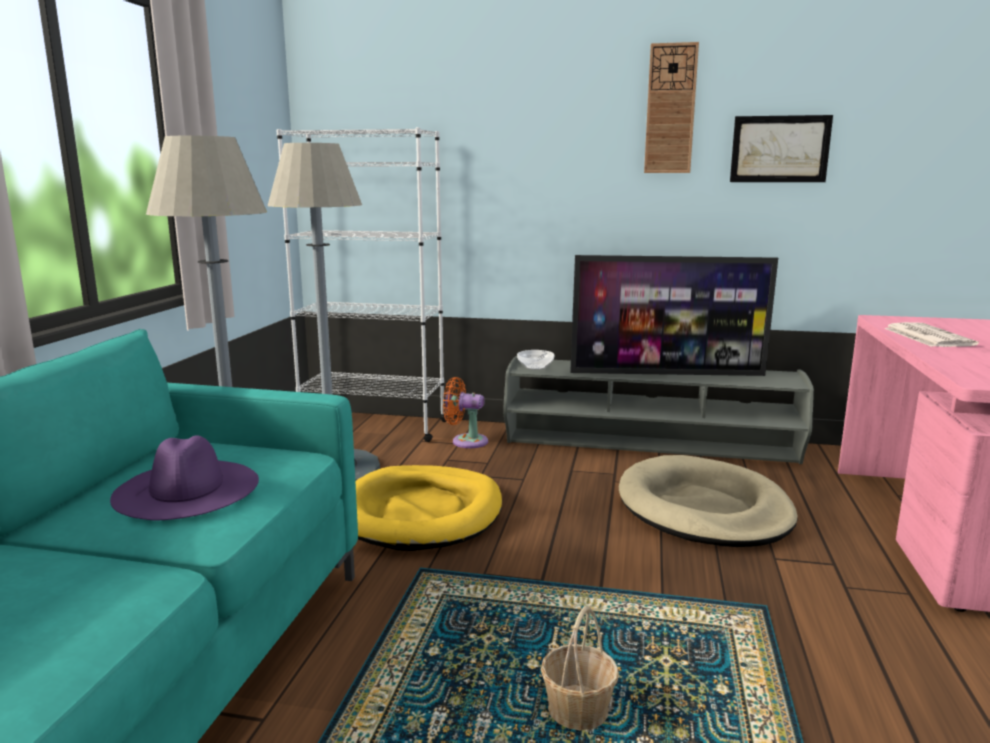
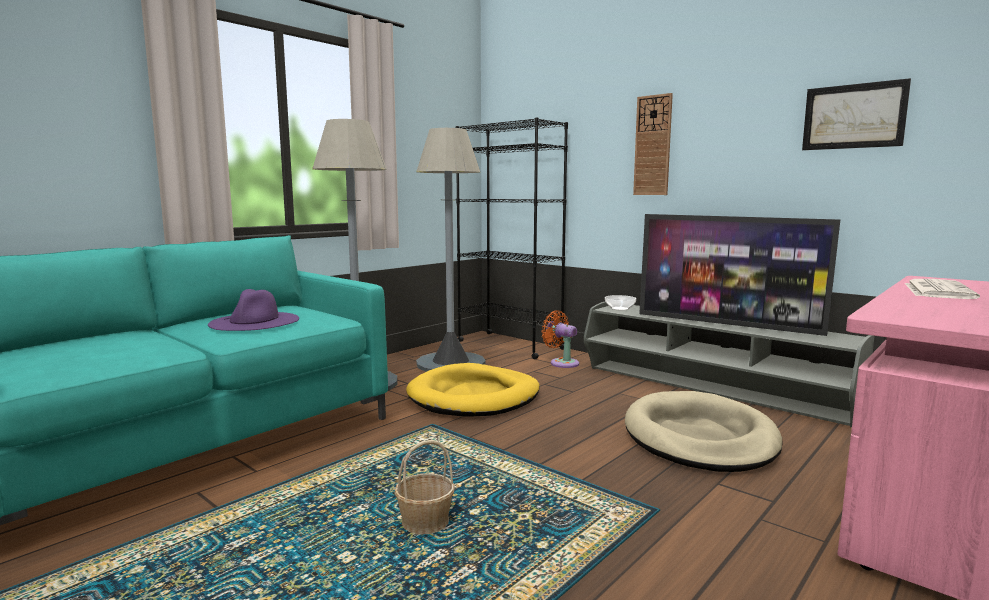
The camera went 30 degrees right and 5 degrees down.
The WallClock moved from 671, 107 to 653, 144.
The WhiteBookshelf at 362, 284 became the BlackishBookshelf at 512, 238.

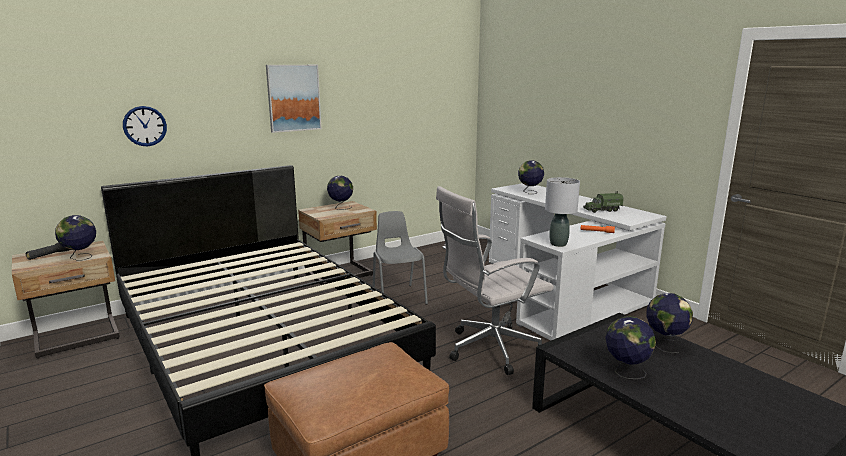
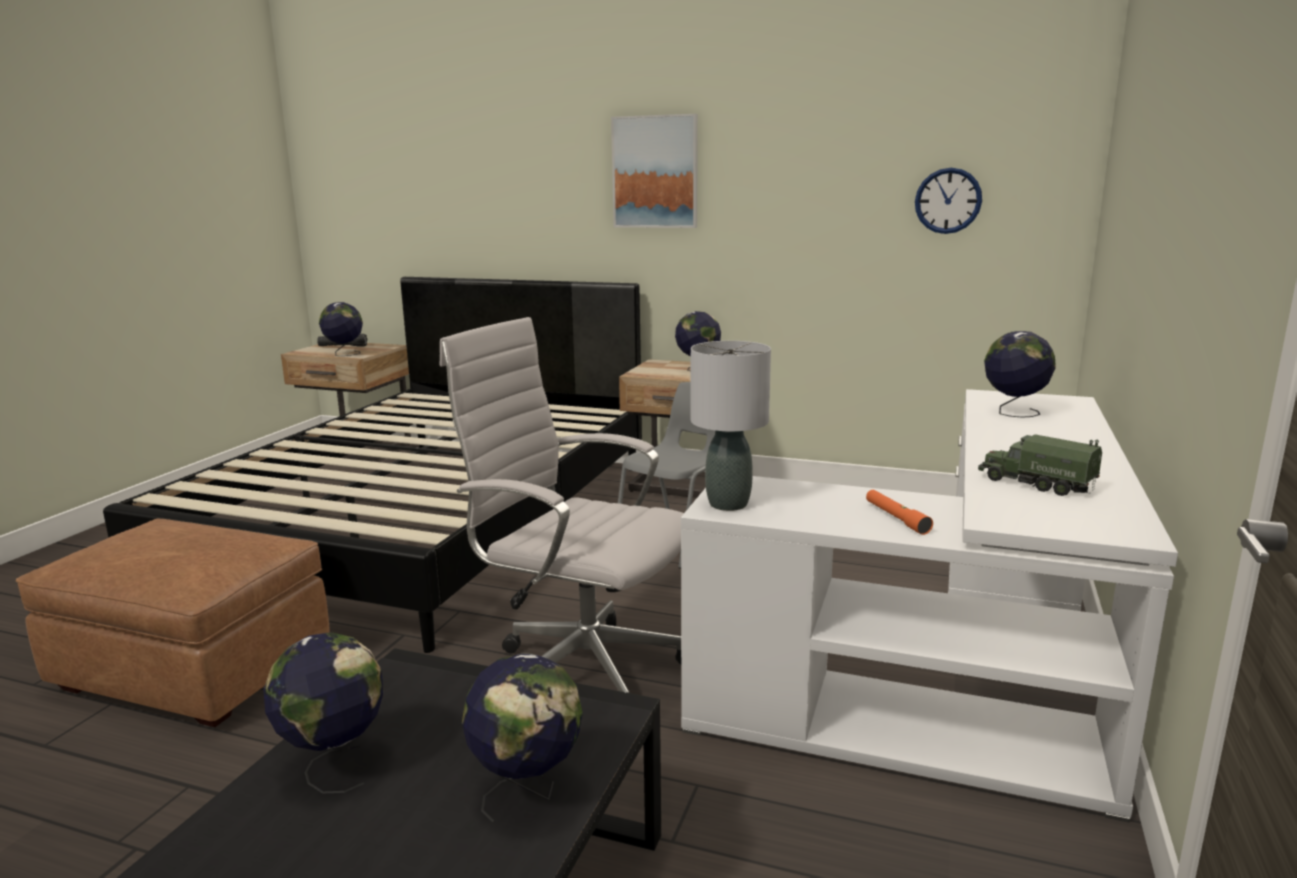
The camera went 55 degrees right and 0 degrees up.
The WallClock moved from 145, 126 to 948, 201.

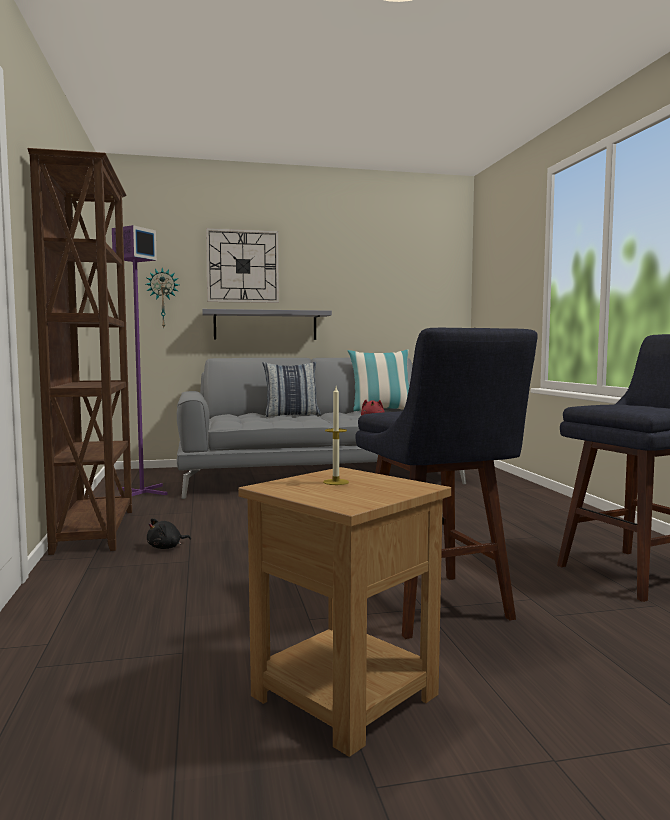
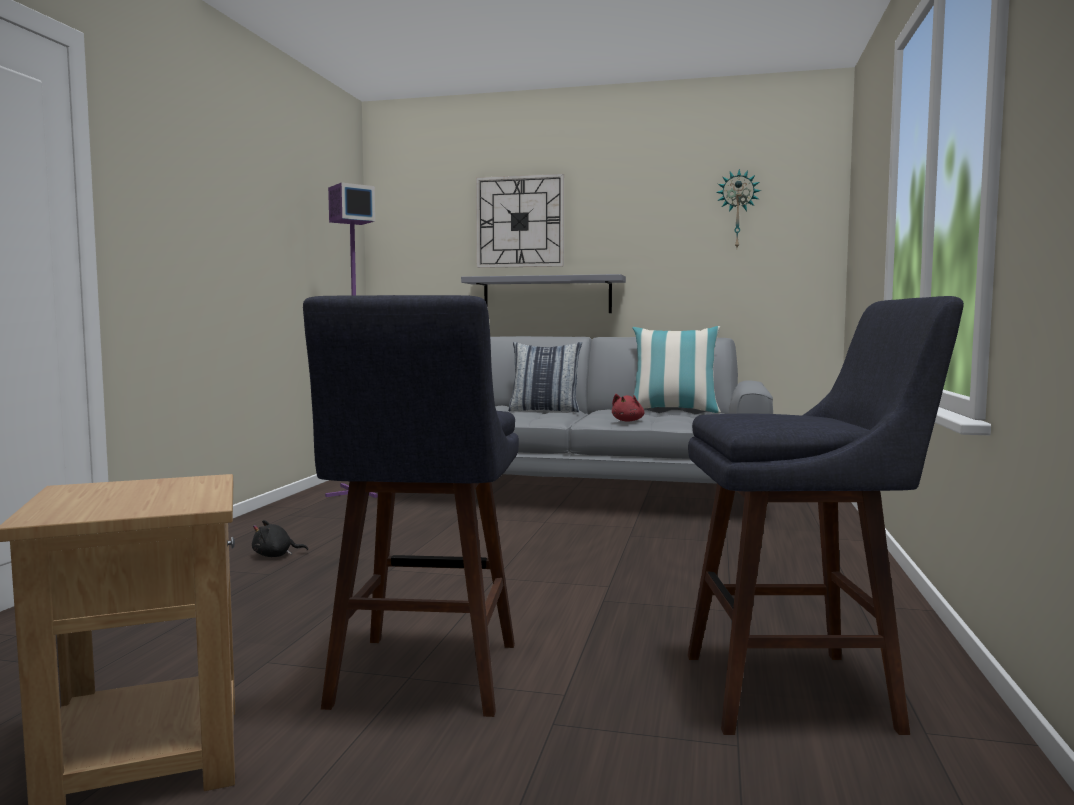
The camera went 25 degrees right and 0 degrees up.
The BrownishBookshelf at 80, 351 disappeared.
The WaxCandle at 336, 436 disappeared.
The WallClock moved from 162, 298 to 738, 208.

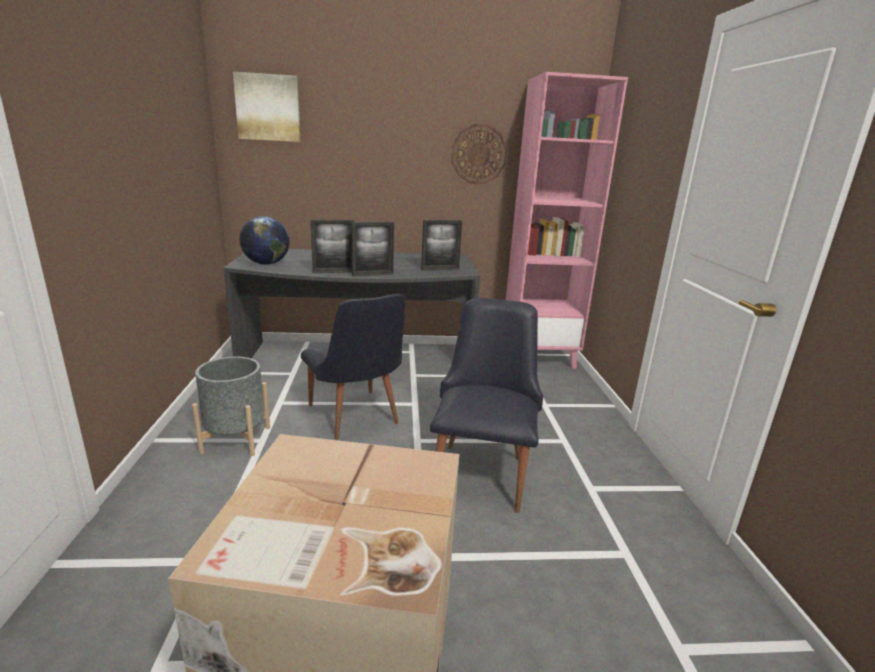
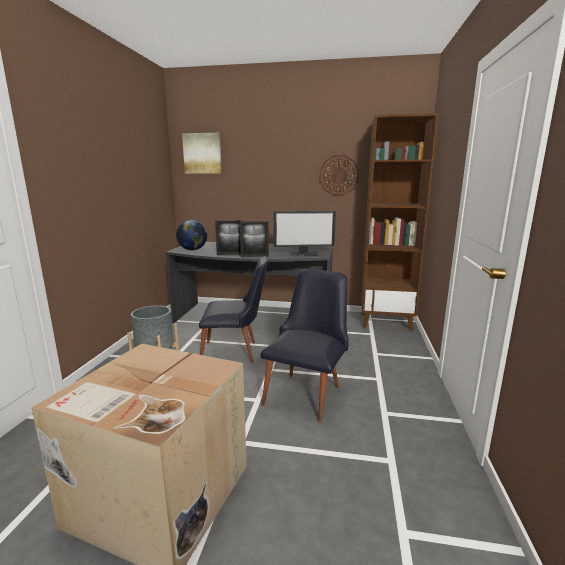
The camera went 15 degrees right and 5 degrees down.
The StandingFrame at 441, 245 was replaced by the Monitor at 304, 233.
The PinkColouredBookshelf at 567, 220 became the BrownishBookshelf at 400, 222.
The BlackishPlainChair at 353, 367 turned 75 degrees counterclockwise.

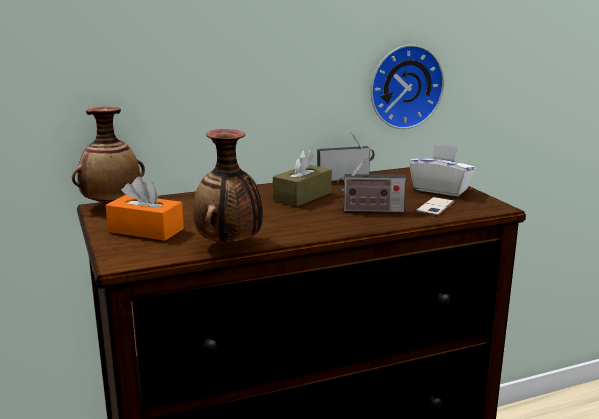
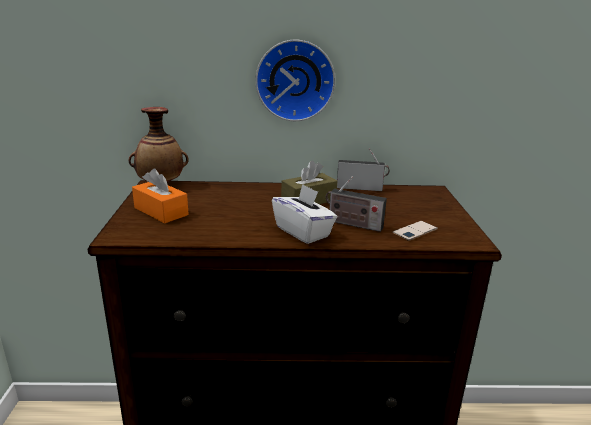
The camera went 20 degrees right and 5 degrees up.
The FlowerVase at 228, 187 disappeared.
The WallClock moved from 407, 87 to 295, 80.
The WhiteBoxOfTissues moved from 442, 169 to 304, 214.

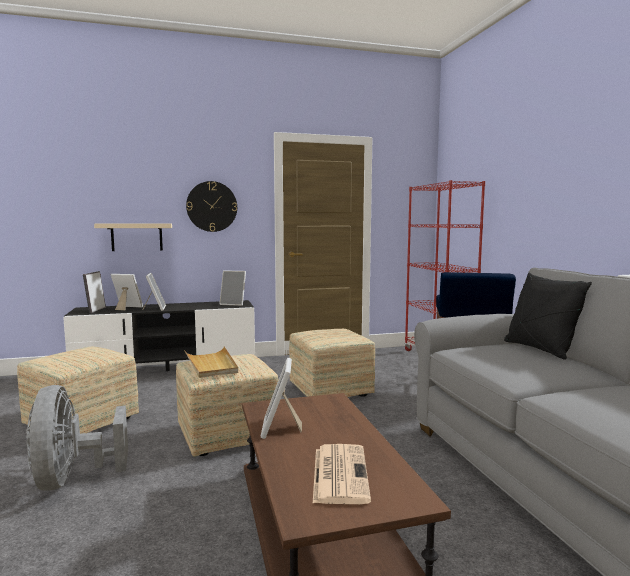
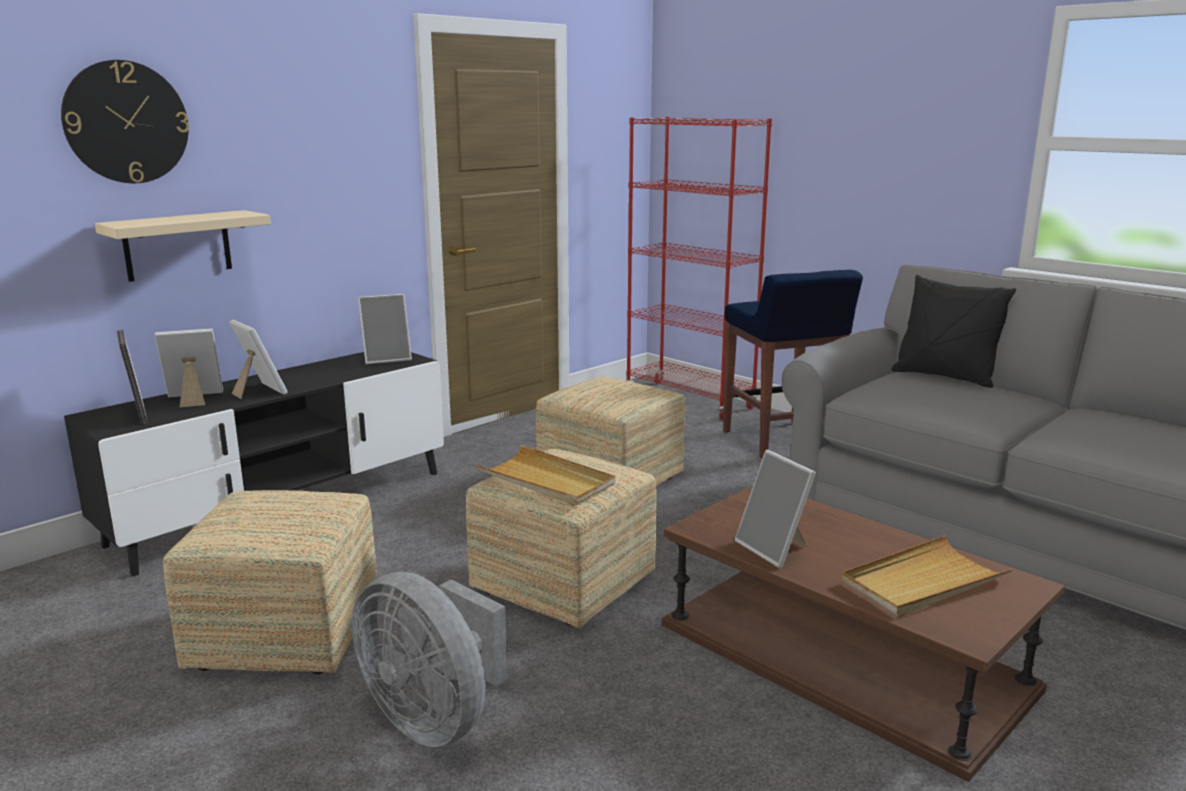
The camera went 30 degrees left and 10 degrees up.
The WallClock moved from 211, 206 to 125, 121.
The Newspaper at 342, 474 was replaced by the SandColouredTray at 927, 576.

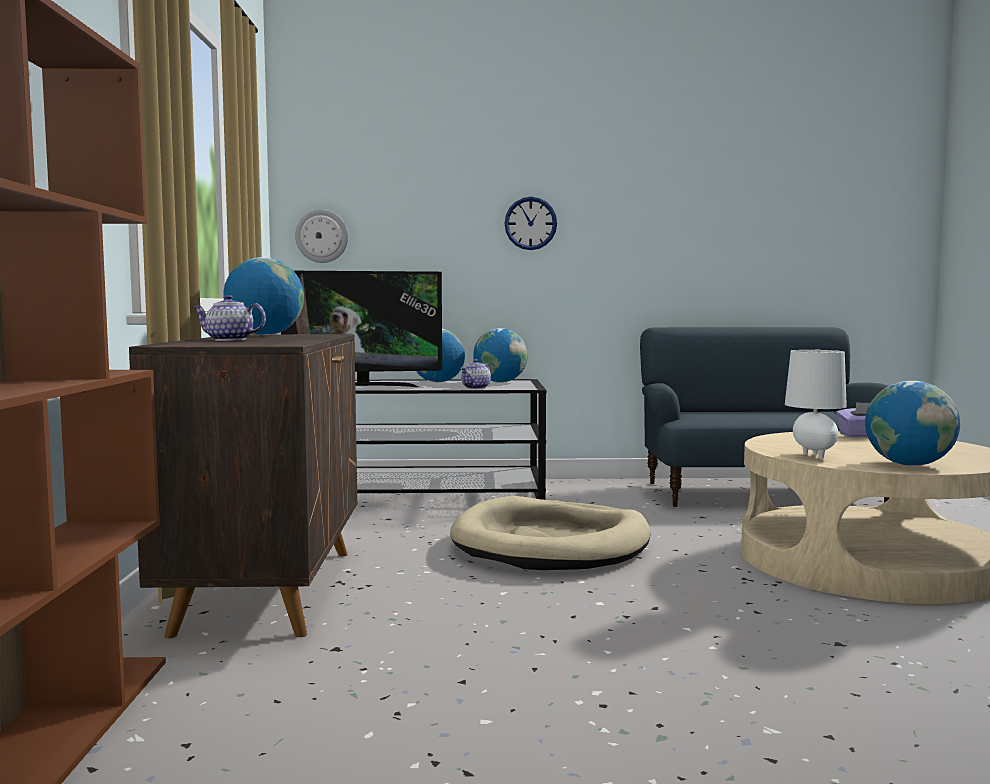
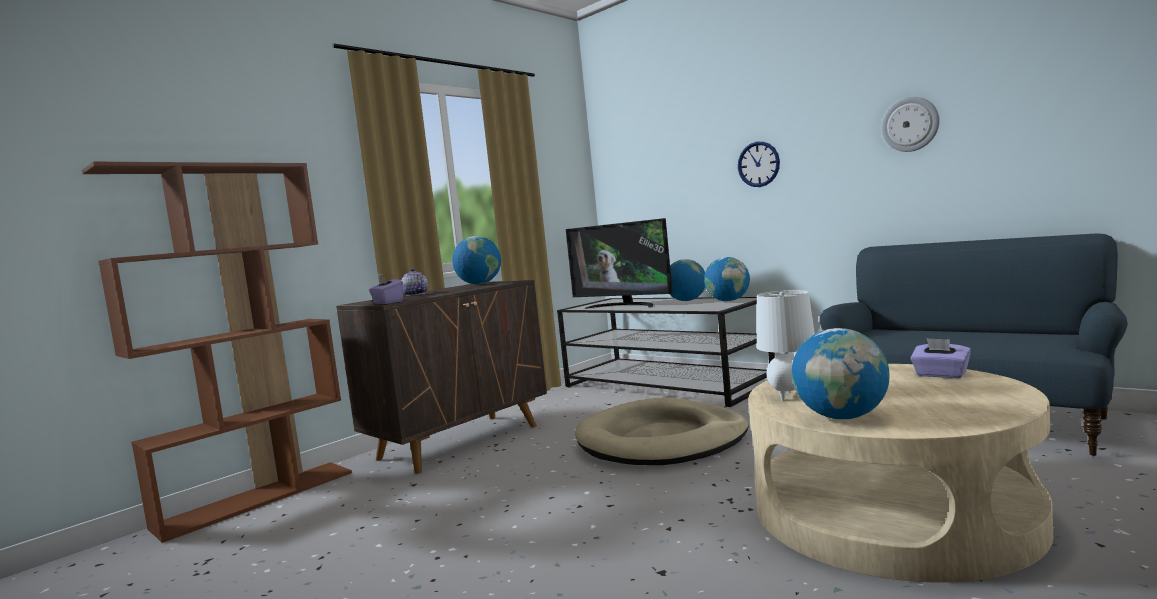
The camera went 45 degrees right and 0 degrees up.
The PotForTea at 475, 374 disappeared.
The PurpleColouredBoxOfTissues at 386, 289 appeared.
The WallClock moved from 321, 236 to 911, 124.

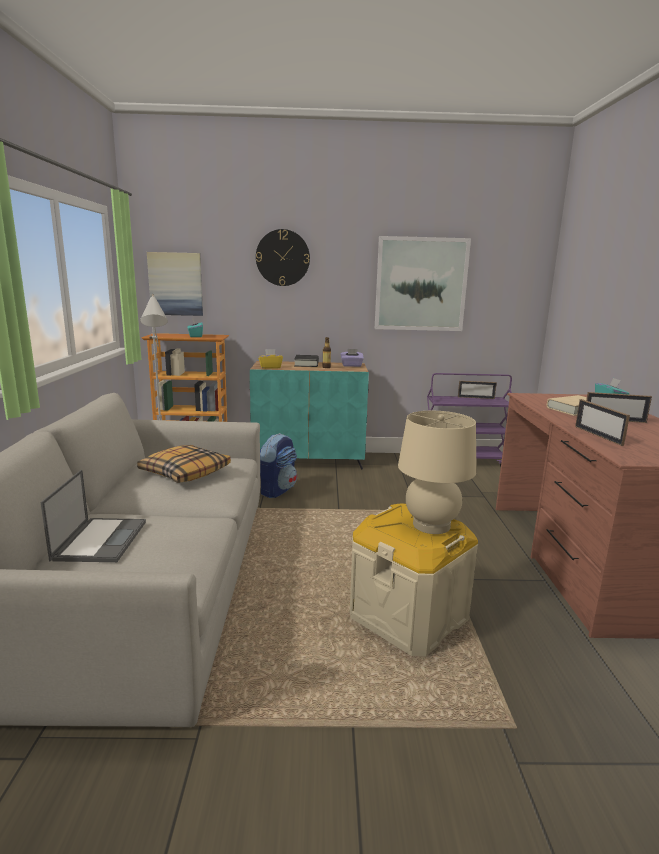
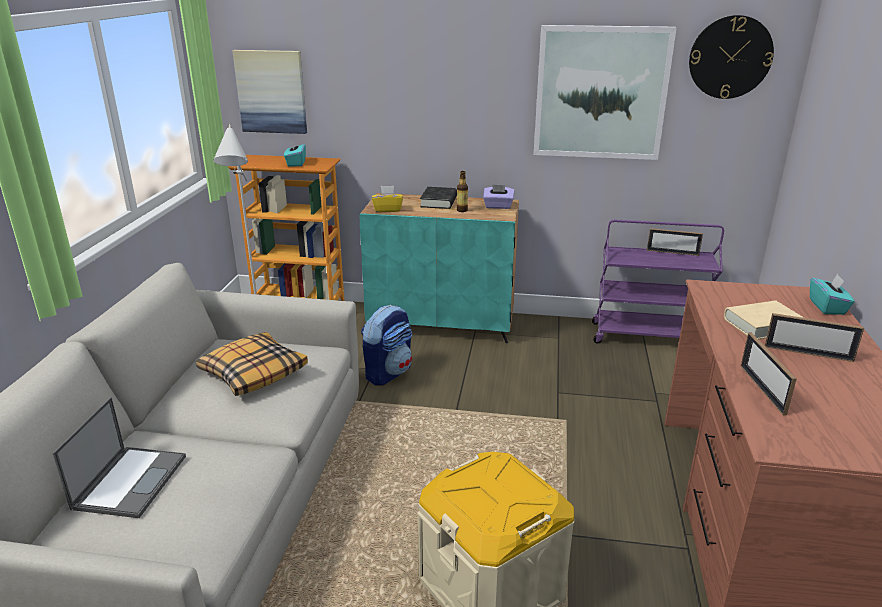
The camera went 10 degrees right and 10 degrees up.
The SandColouredTabletopLamp at 437, 472 disappeared.
The WallClock moved from 283, 257 to 731, 57.

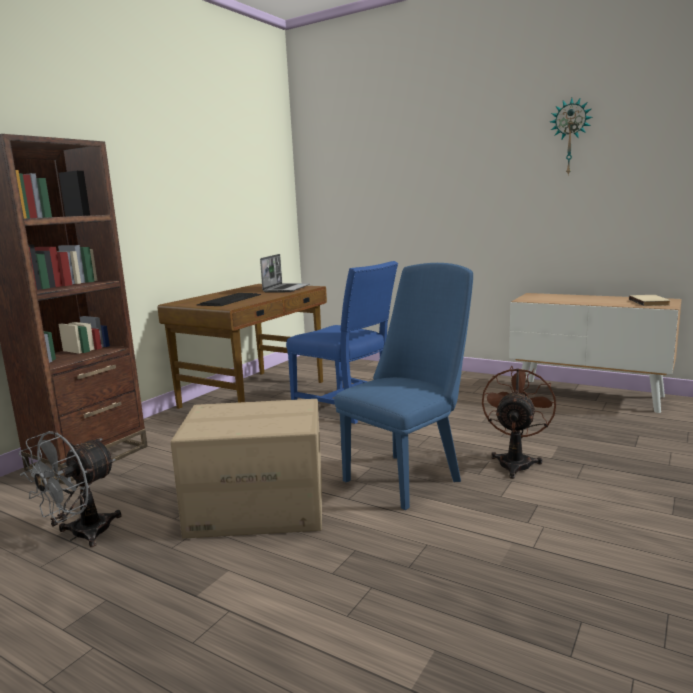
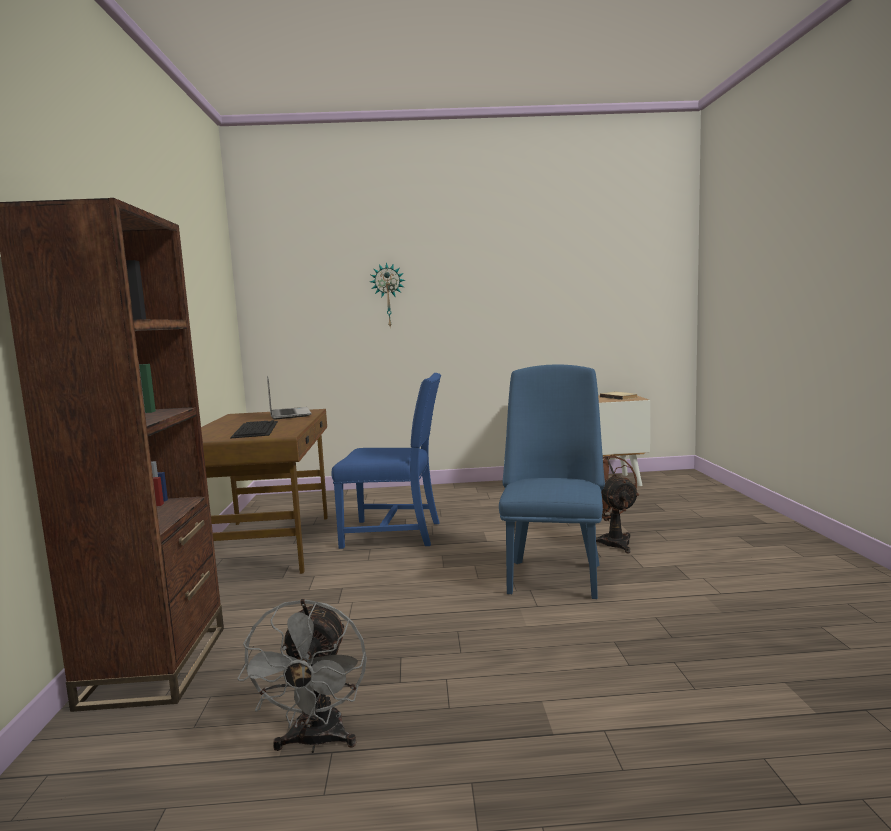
The camera went 35 degrees left and 5 degrees down.
The Carton at 246, 469 disappeared.
The WallClock moved from 571, 137 to 387, 294.

